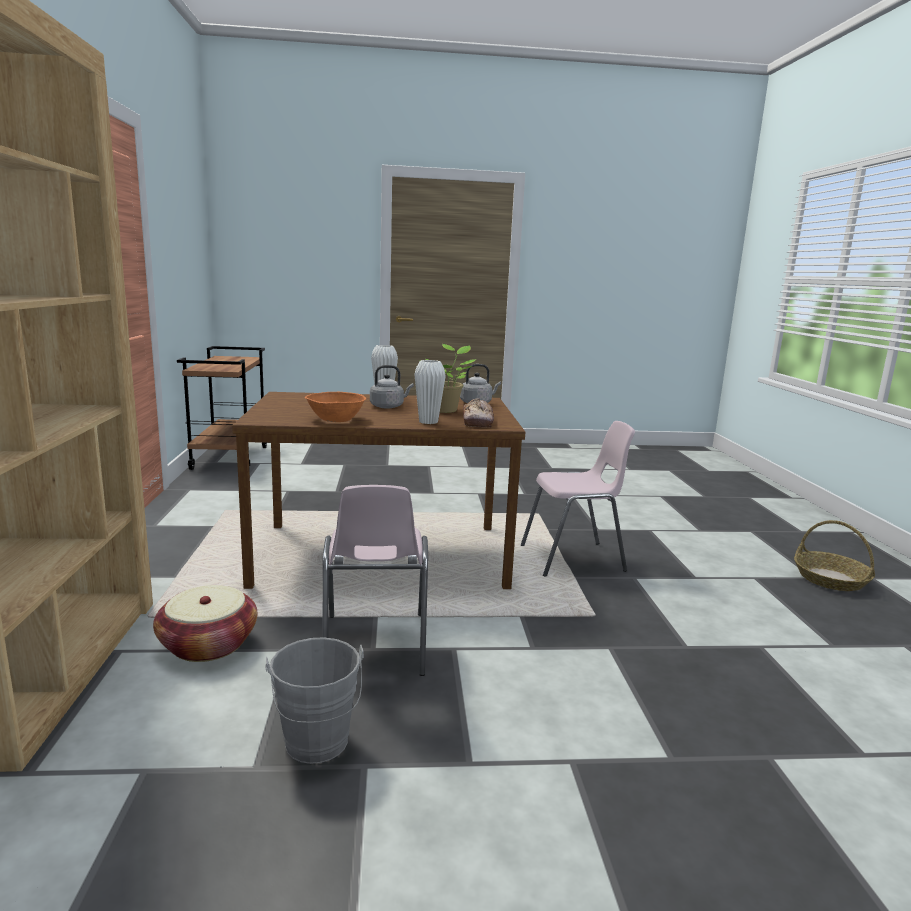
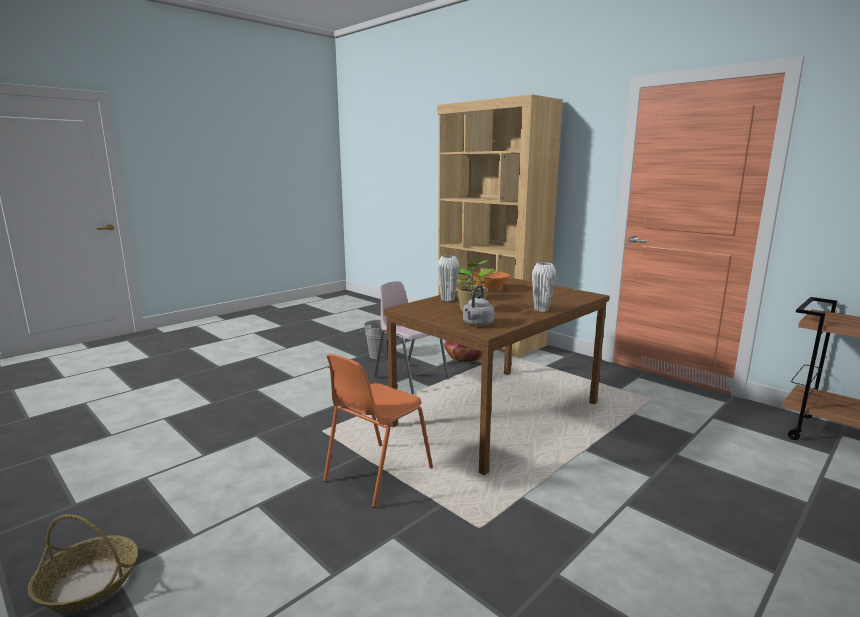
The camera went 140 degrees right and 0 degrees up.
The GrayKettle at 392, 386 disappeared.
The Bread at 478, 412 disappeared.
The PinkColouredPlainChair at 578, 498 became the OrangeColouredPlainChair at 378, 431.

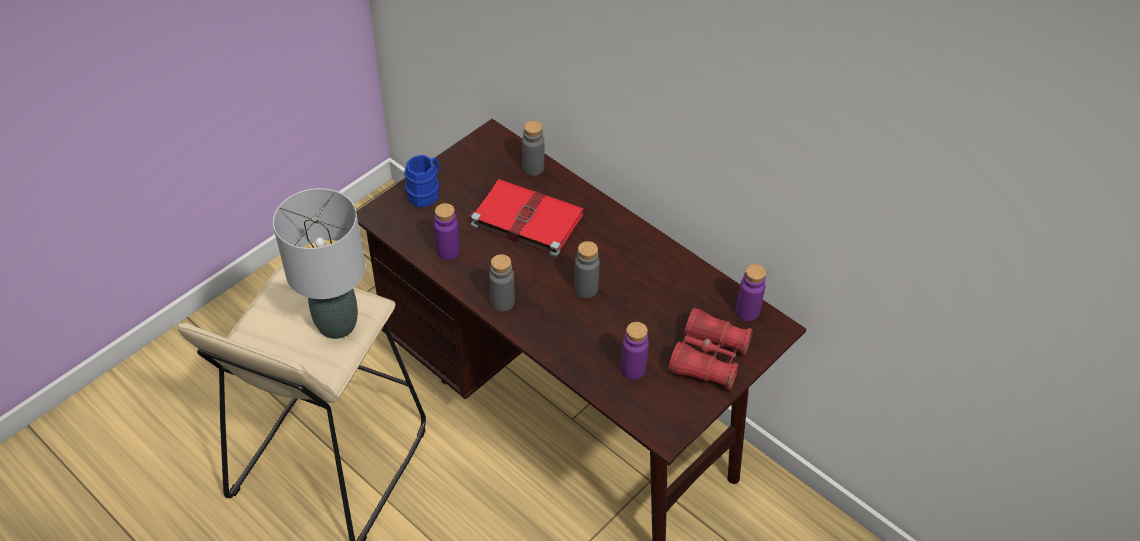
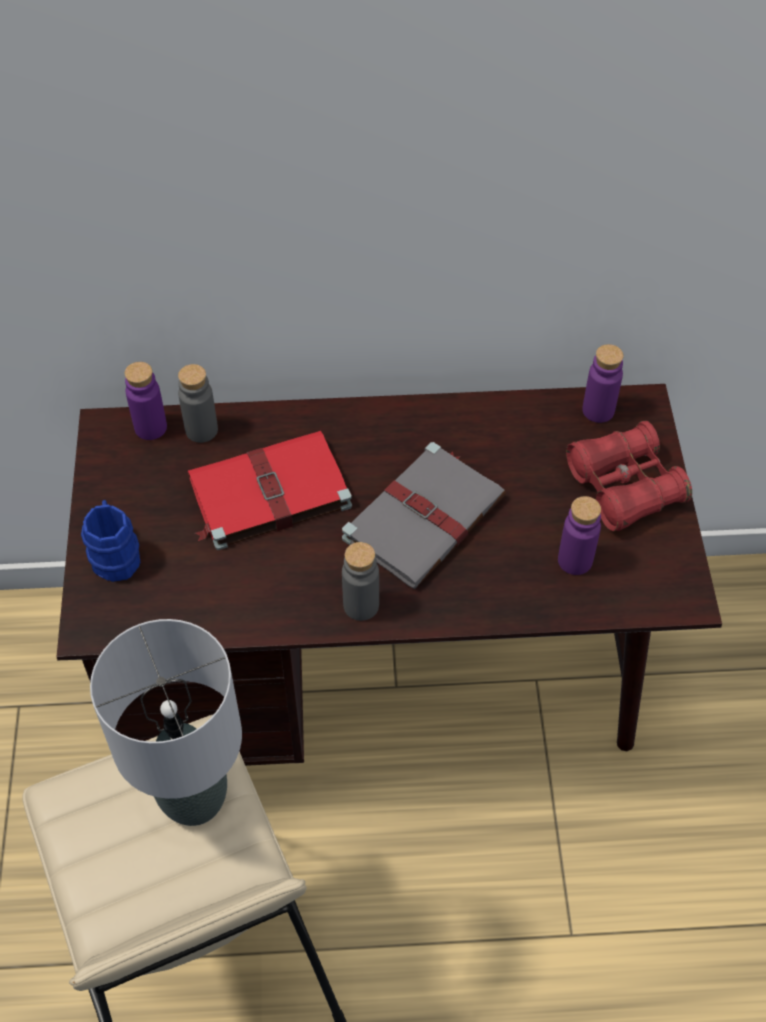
The camera went 45 degrees left and 5 degrees up.
The PurpleColouredDrinkBottle moved from 447, 231 to 146, 401.
The GrayDrinkBottle at 587, 269 was replaced by the GrayVolume at 424, 515.

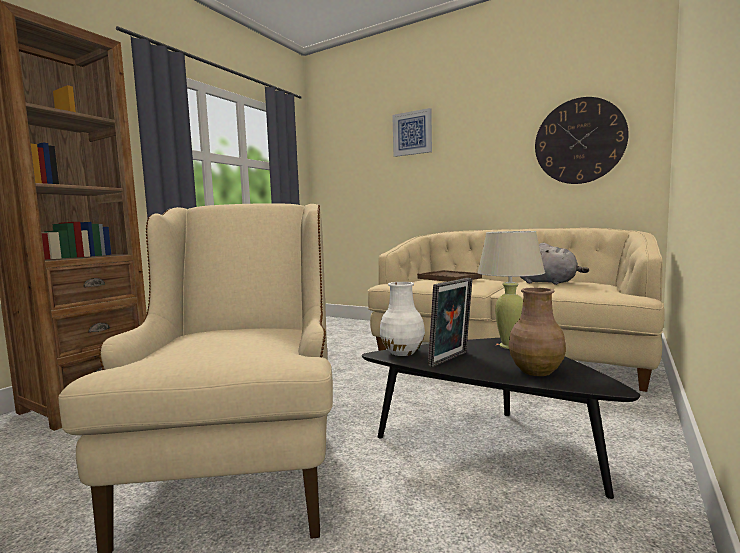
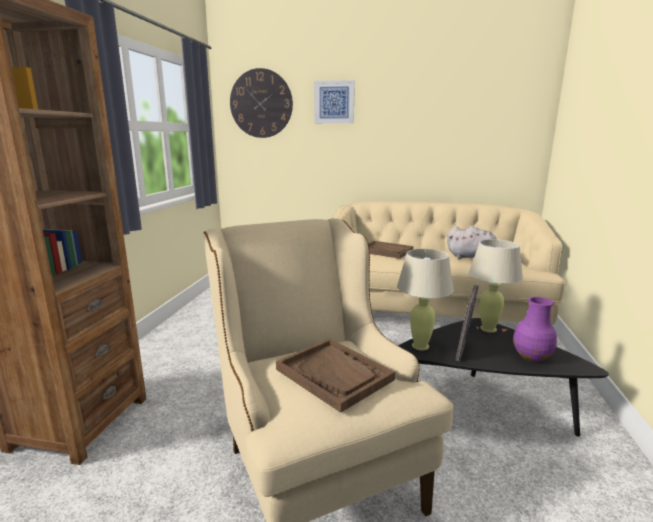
The camera went 20 degrees left and 10 degrees up.
The BrownishTray at 335, 376 appeared.
The WallClock moved from 581, 140 to 261, 103.
The WhiteFlowerVase at 402, 319 was replaced by the SandColouredTabletopLamp at 425, 300.
The BrownishFlowerVase at 537, 331 became the PurpleColouredFlowerVase at 535, 329.

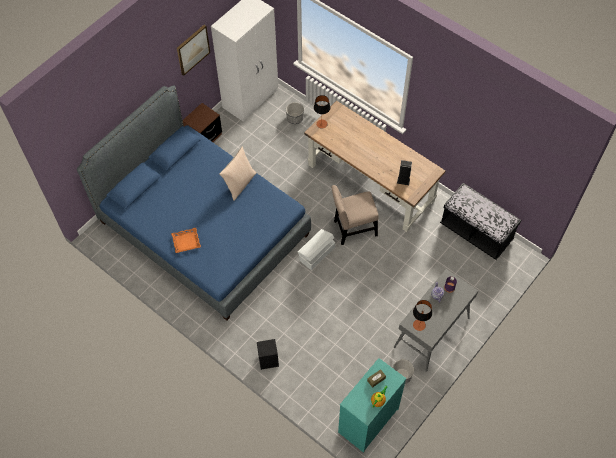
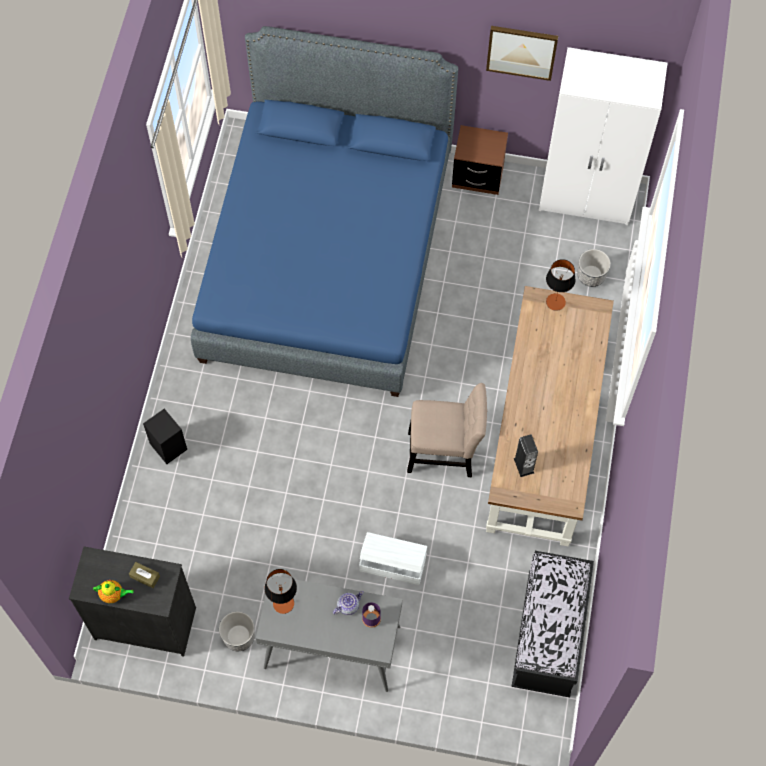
The camera went 60 degrees right and 5 degrees up.
The OrangeColouredTray at 186, 240 disappeared.
The SandColouredCushion at 237, 173 disappeared.
The WhiteStorageBin moved from 316, 249 to 393, 558.
The TurquoiseChestOfDrawers at 372, 405 became the BlackishChestOfDrawers at 132, 602.
The SandColouredPlainChair at 355, 215 turned 135 degrees clockwise.

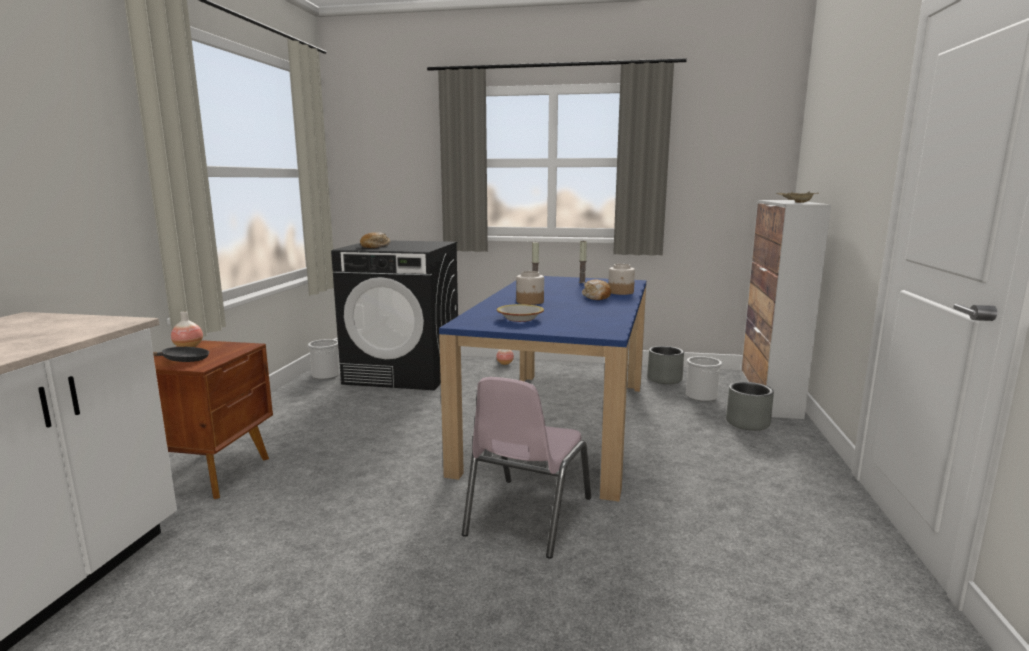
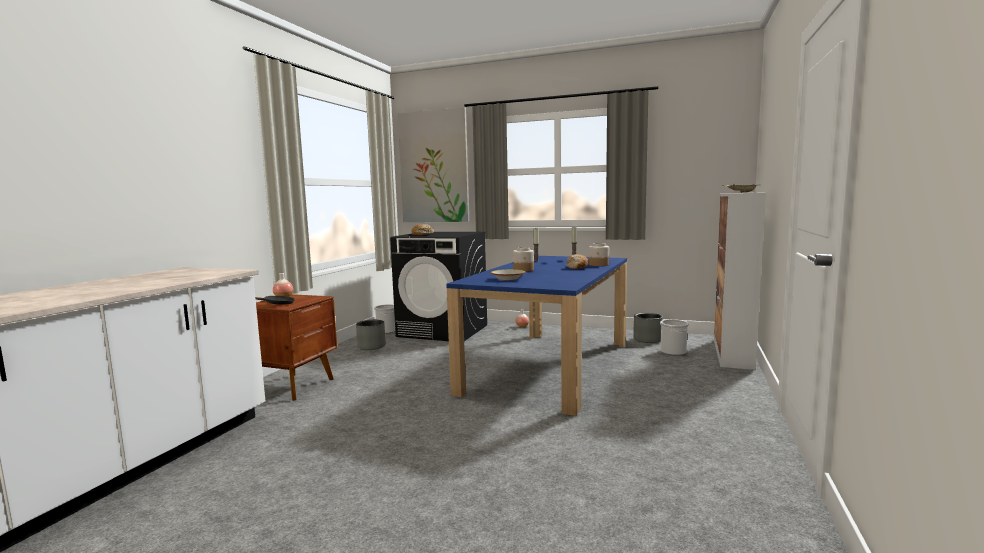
The camera went 10 degrees right and 5 degrees down.
The PinkColouredPlainChair at 526, 468 disappeared.
The WallArt at 433, 164 appeared.
The GrayPlanter moved from 750, 406 to 371, 335.

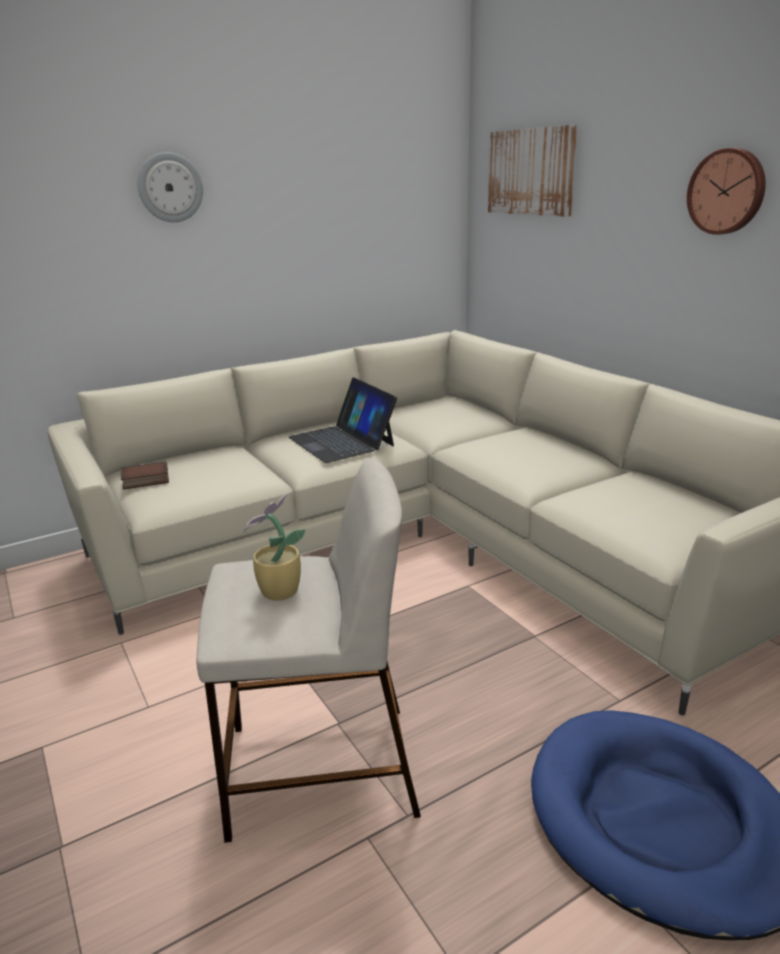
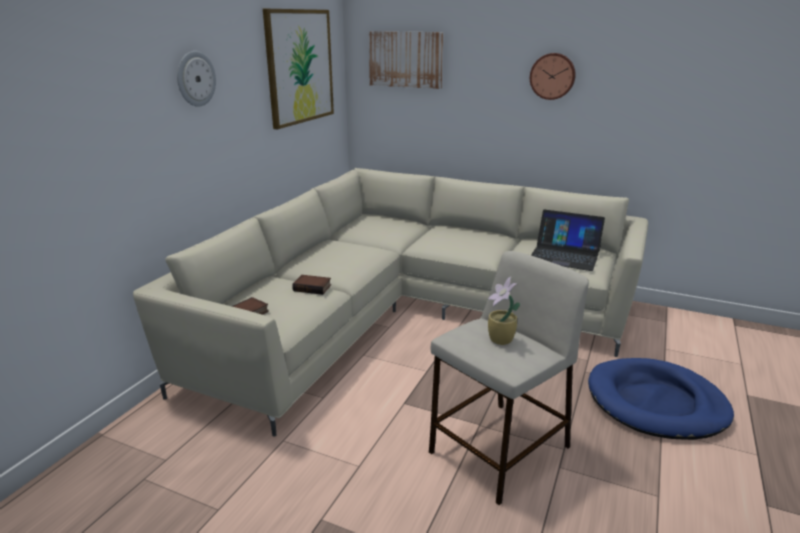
The camera went 35 degrees left and 0 degrees up.
The WallArt at 298, 69 appeared.
The Volume at 311, 285 appeared.
The NotebookComputer moved from 342, 420 to 568, 240.

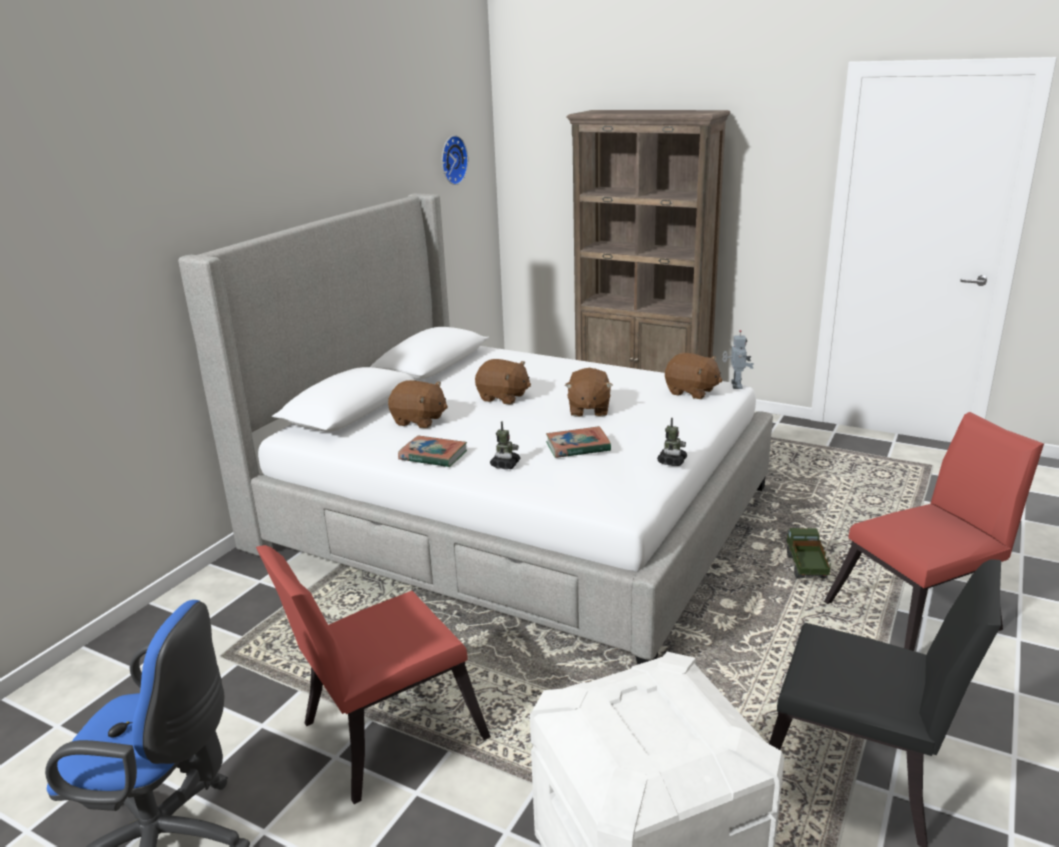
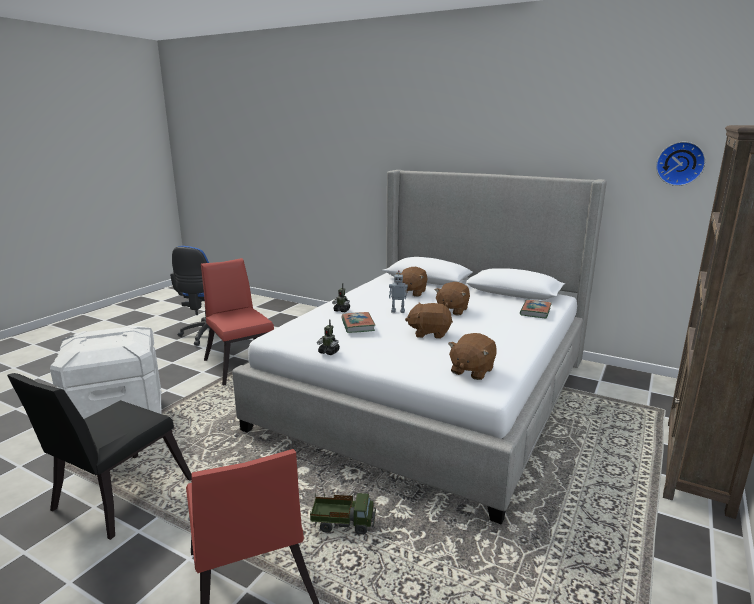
The camera went 90 degrees right and 5 degrees down.
The Volume moved from 432, 451 to 536, 309.
The ModelRobot moved from 738, 359 to 398, 291.

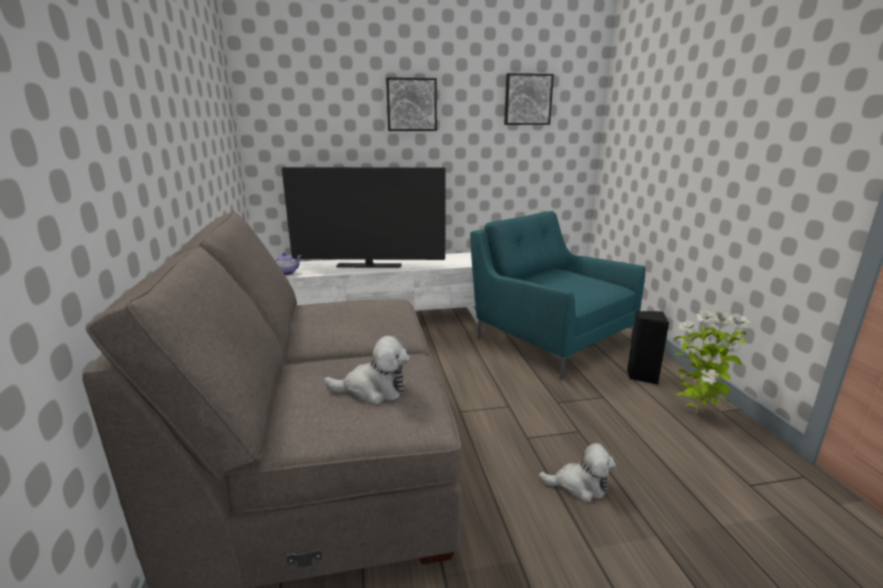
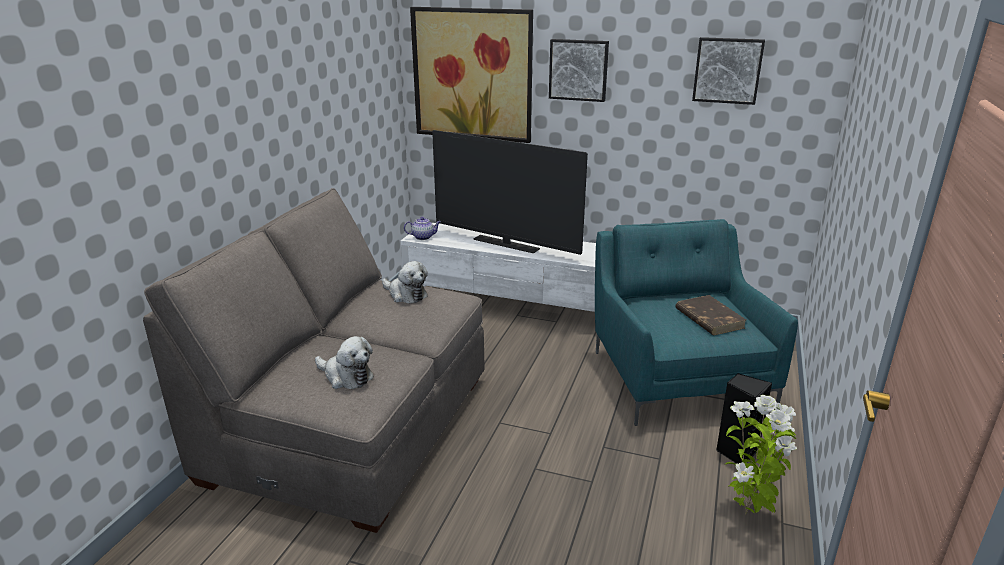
The camera went 30 degrees right and 5 degrees up.
The WallArt at 471, 75 appeared.
The BrownishVolume at 710, 315 appeared.
The SoftToy moved from 577, 472 to 405, 282.

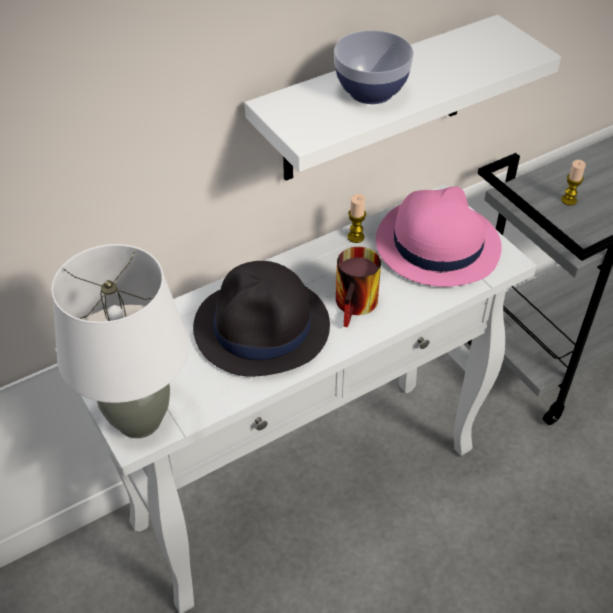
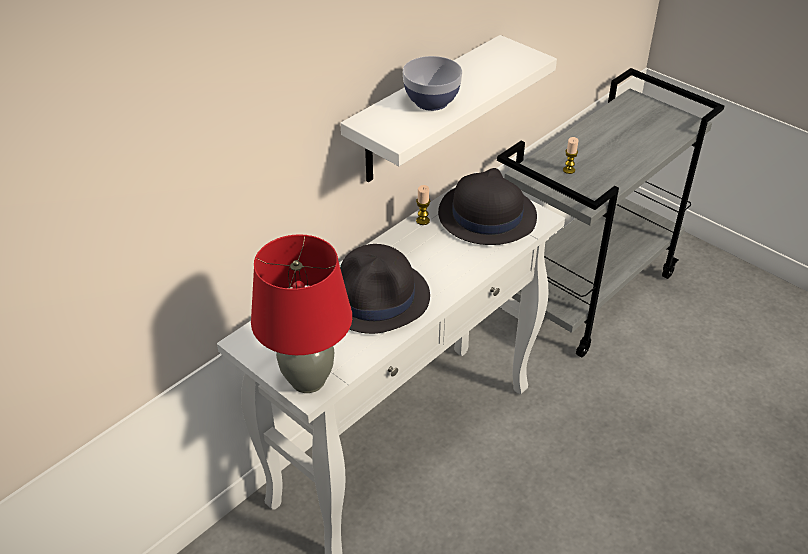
The camera went 15 degrees left and 5 degrees down.
The TeaMug at 358, 287 disappeared.
The WhiteTabletopLamp at 120, 341 became the RedColouredTabletopLamp at 301, 313.
The PinkColouredWearableHat at 439, 236 became the BlackishWearableHat at 487, 206.

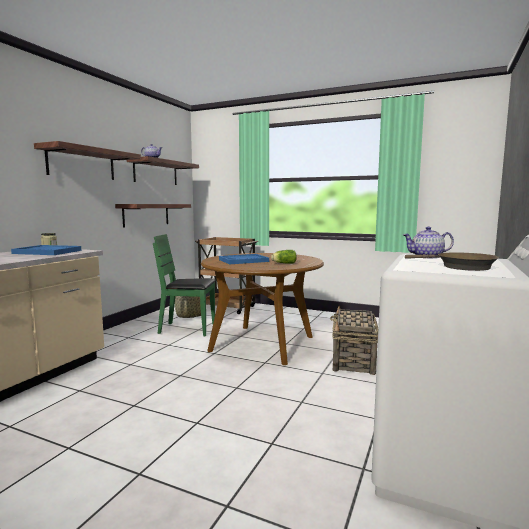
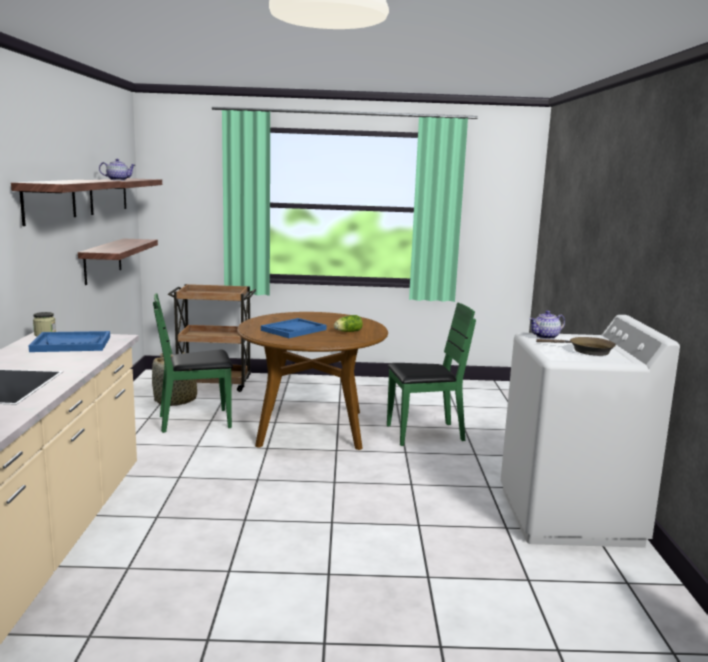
The camera went 25 degrees left and 5 degrees up.
The HouseholdBasket at 354, 340 was replaced by the GreenColouredPlainChair at 431, 374.

